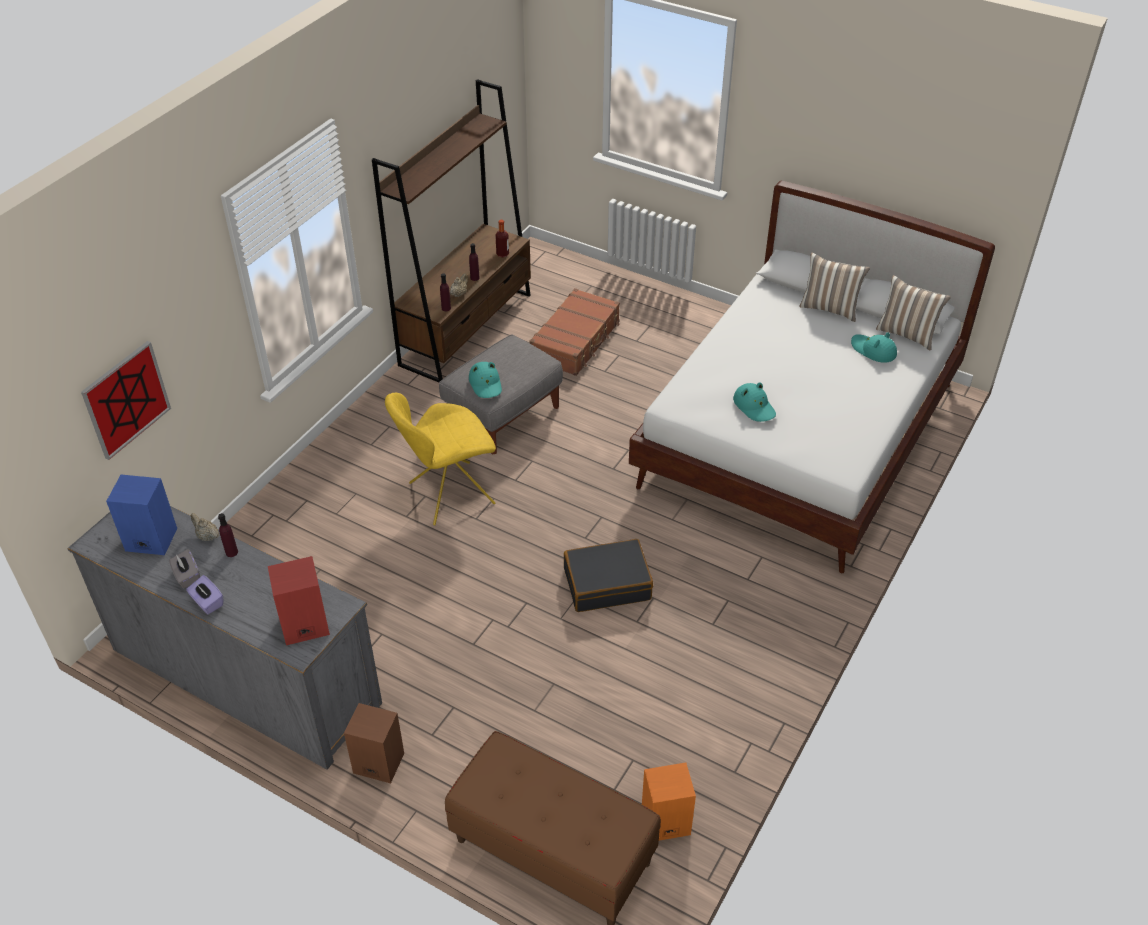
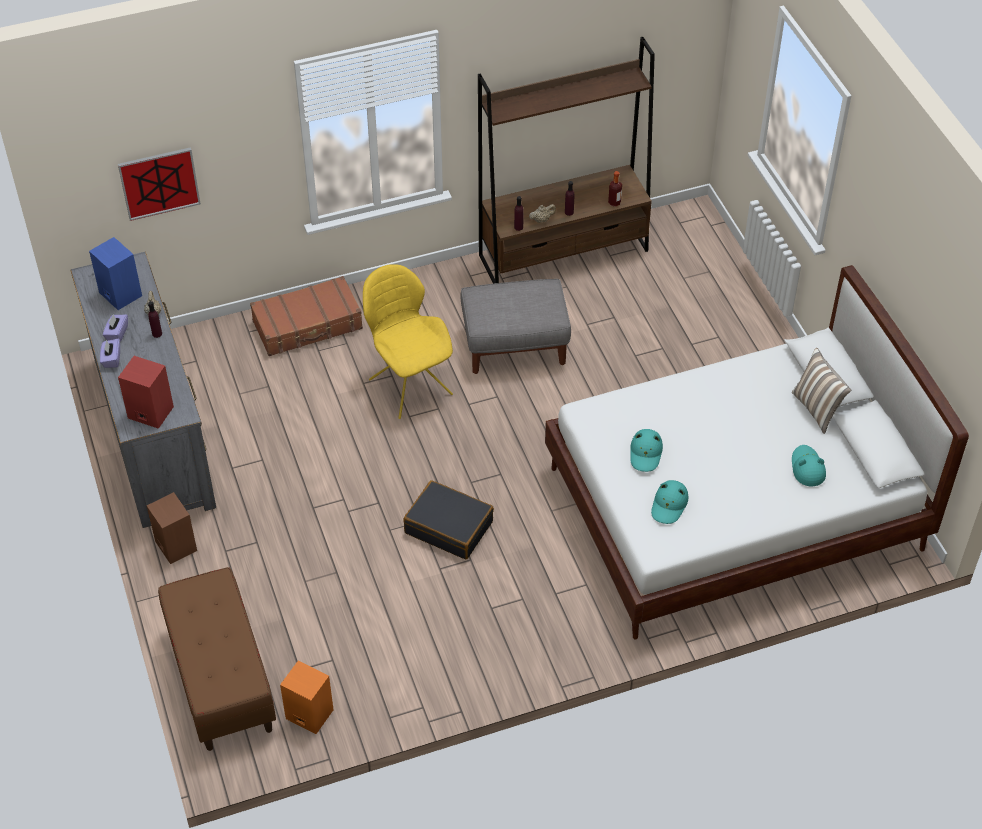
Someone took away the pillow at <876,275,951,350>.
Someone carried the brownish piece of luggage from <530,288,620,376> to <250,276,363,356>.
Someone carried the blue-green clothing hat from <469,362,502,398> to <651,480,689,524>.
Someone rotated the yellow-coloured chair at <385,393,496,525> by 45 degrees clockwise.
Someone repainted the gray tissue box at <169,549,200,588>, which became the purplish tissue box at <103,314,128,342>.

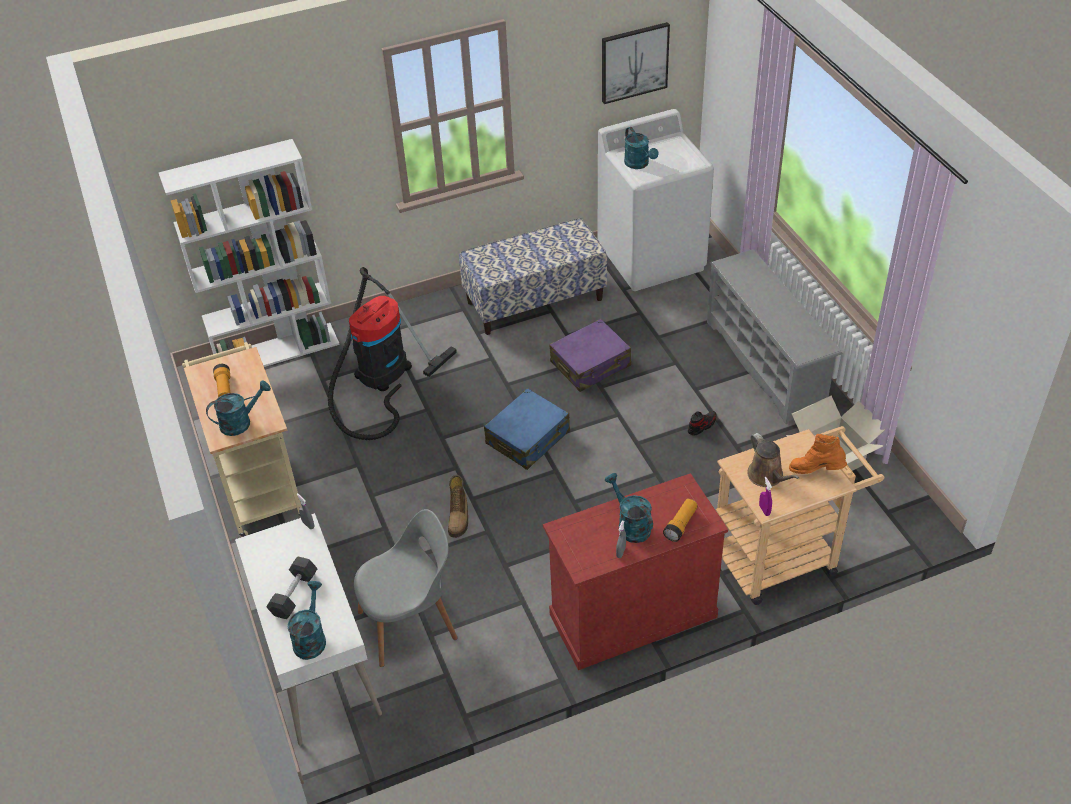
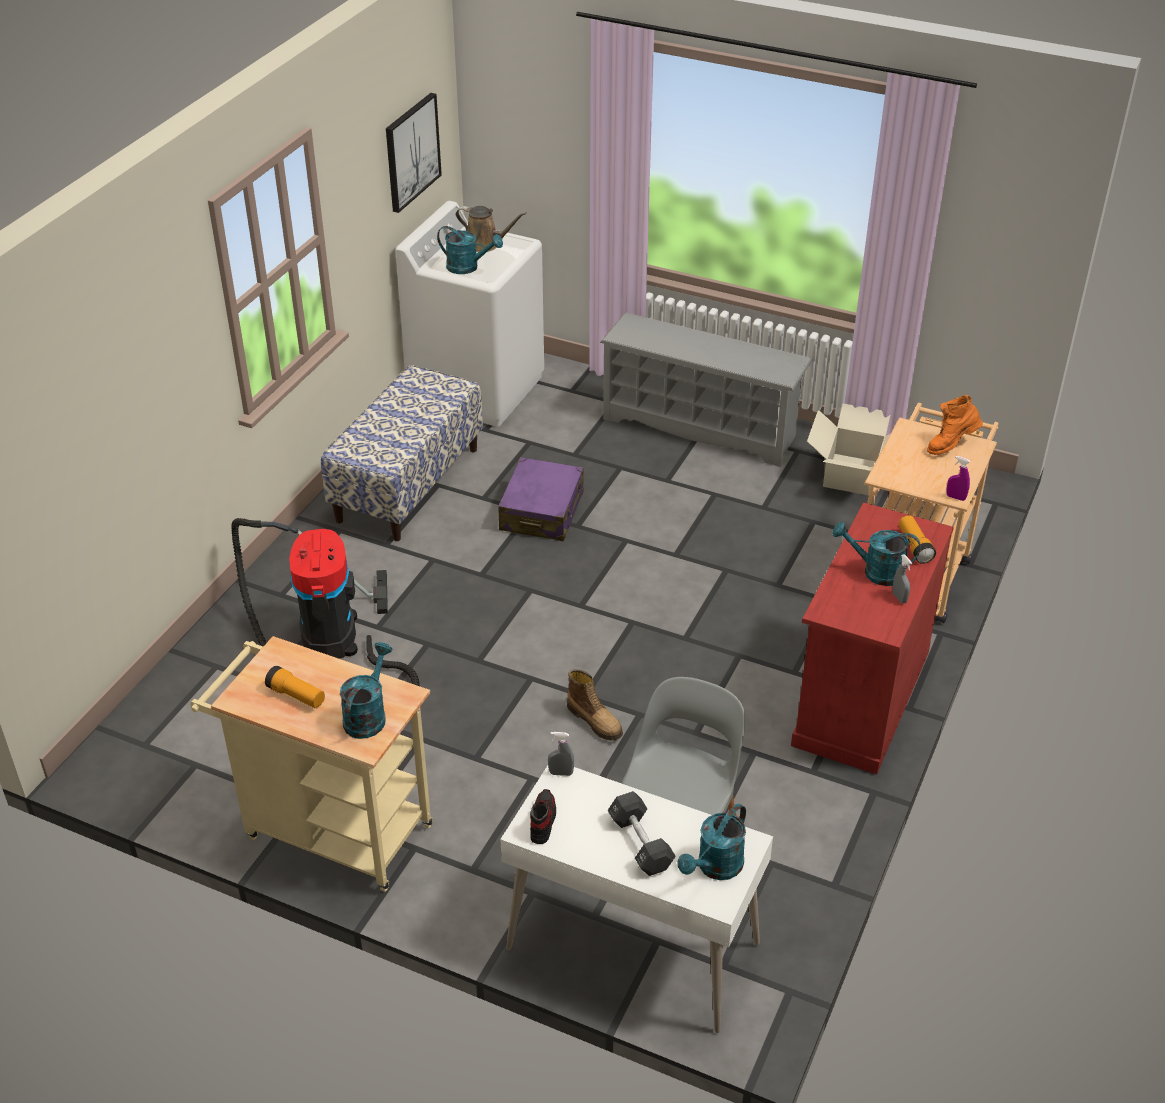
Someone took away the white-coloured bookshelf at <159,139,340,367>.
Someone took away the bluish piece of luggage at <484,388,570,470>.
Someone carried the shoe from <688,411,716,436> to <530,789,556,844>.
Someone carried the brownish watering pot from <748,433,799,487> to <456,206,527,252>.
Someone rotated the blue-green watering pot at <287,581,326,660> by 105 degrees counterclockwise.

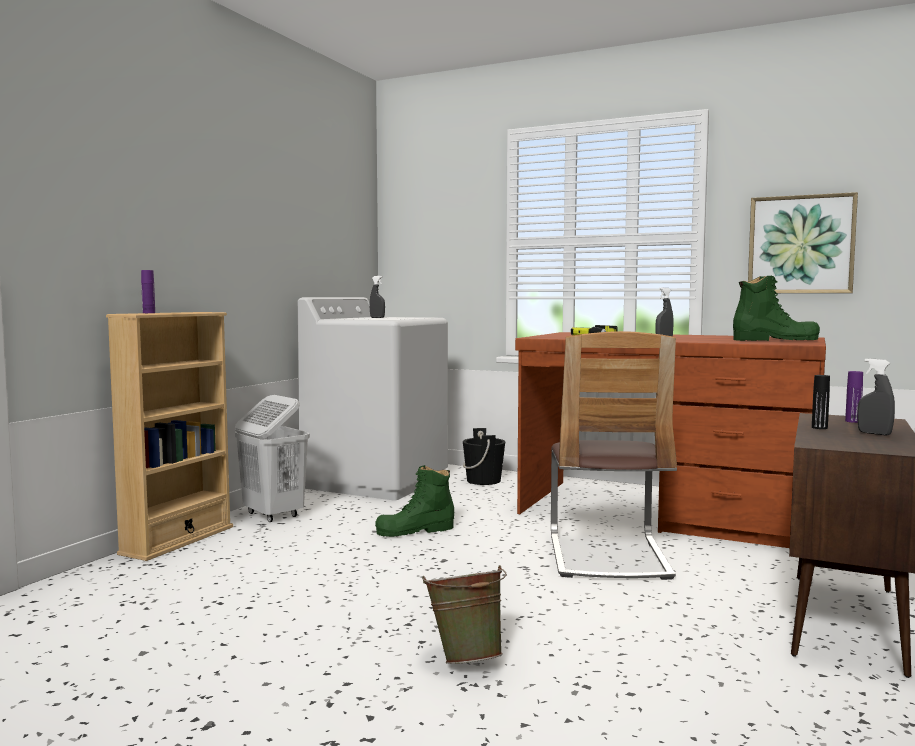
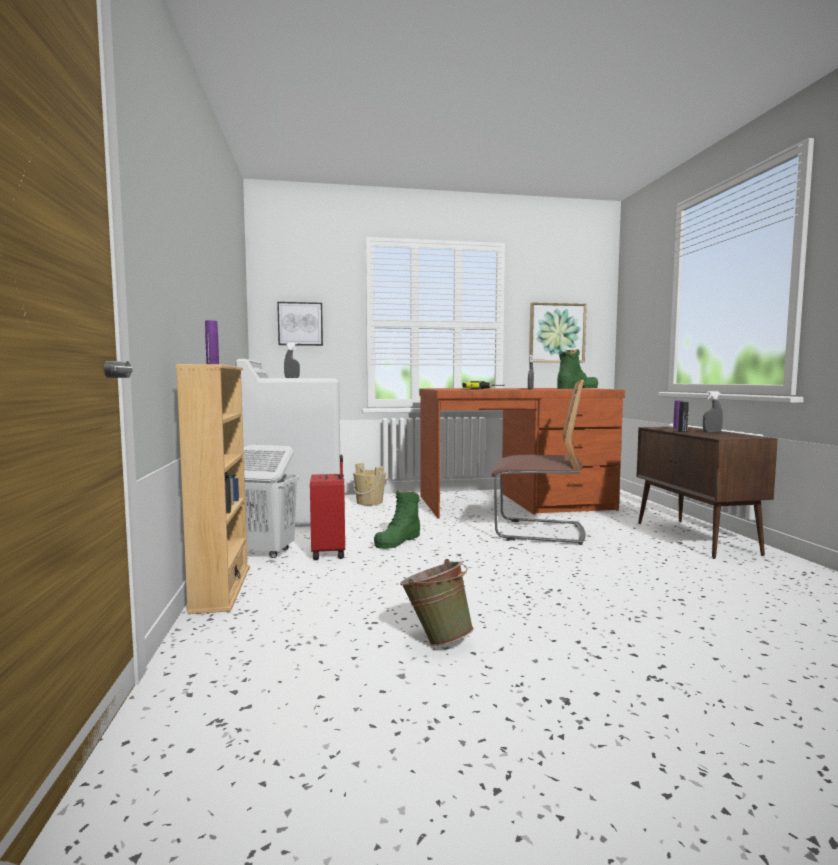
Someone rotated the chair at <551,331,677,580> by 45 degrees counterclockwise.
Someone repainted the blackish bucket at <463,428,505,485>, which became the beige bucket at <353,463,386,506>.
Someone carried the green-coloured bucket from <422,565,507,664> to <400,559,474,646>.
Someone put up the picture at <277,302,323,346>.
Someone put down the red piece of luggage at <310,455,345,560>.

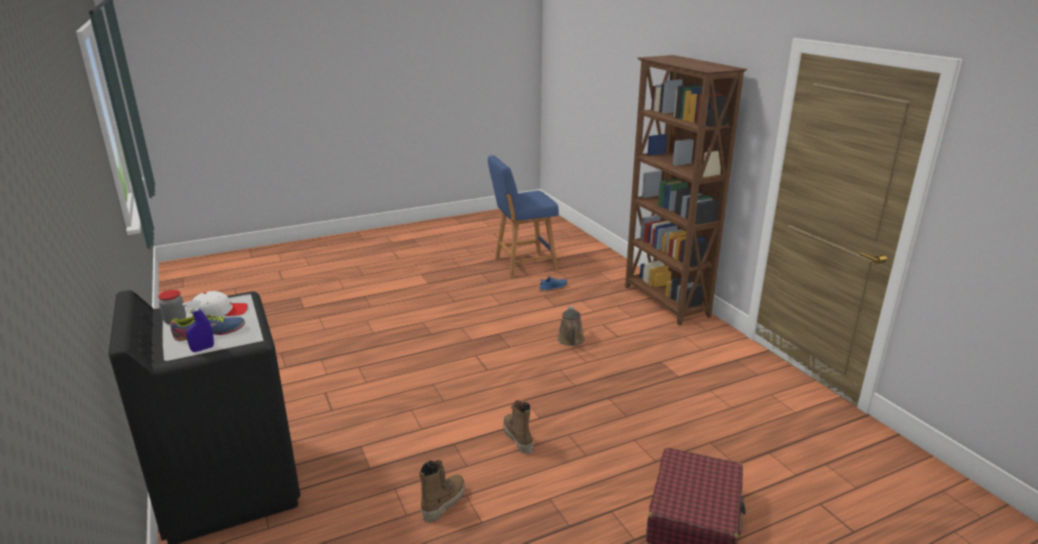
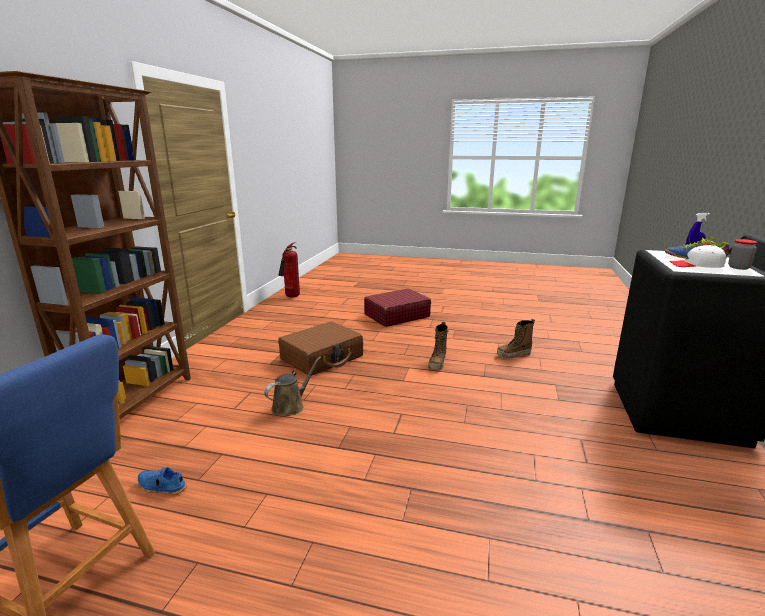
Someone put down the extinguisher at <278,242,300,297>.
Someone put down the brownish piece of luggage at <278,321,363,376>.

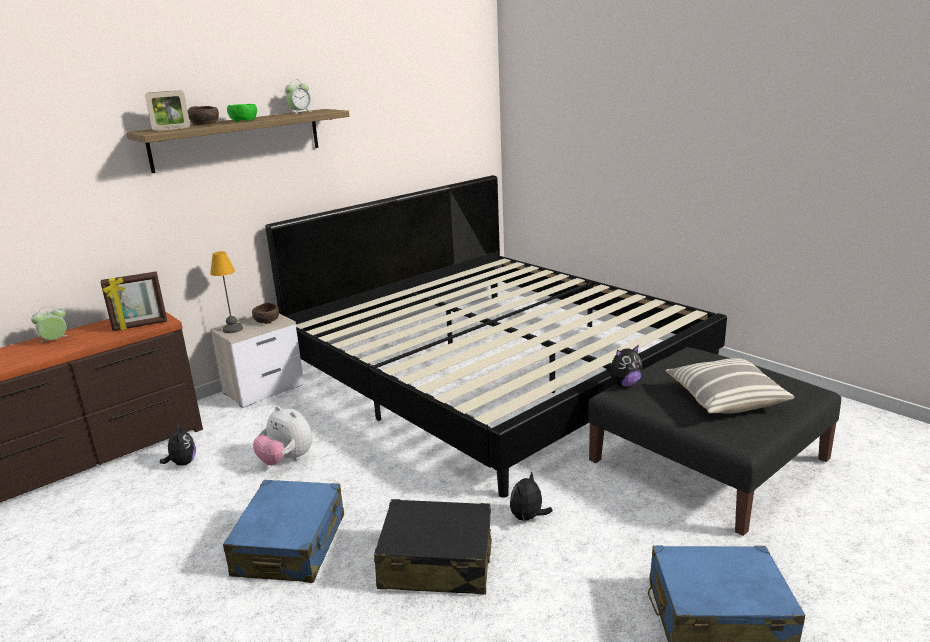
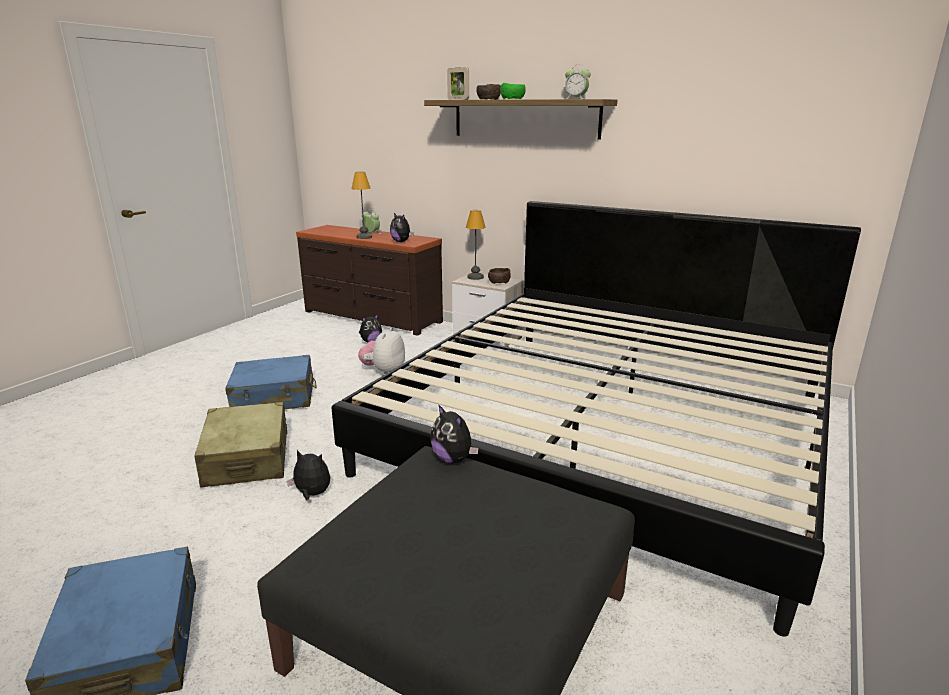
Someone swapped the photo frame at <101,271,167,331> for the cuddly toy at <390,213,413,242>.
Someone took away the pillow at <666,358,794,414>.
Someone repainted the blackish piece of luggage at <374,499,492,595>, which became the beige piece of luggage at <194,402,287,488>.
Someone put down the table lamp at <352,172,372,239>.

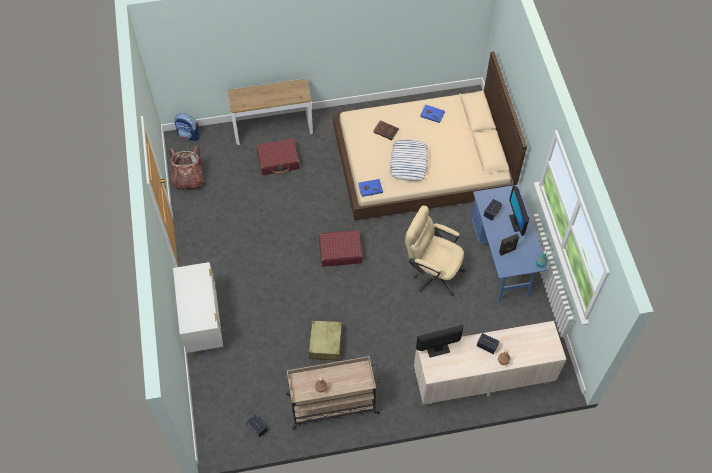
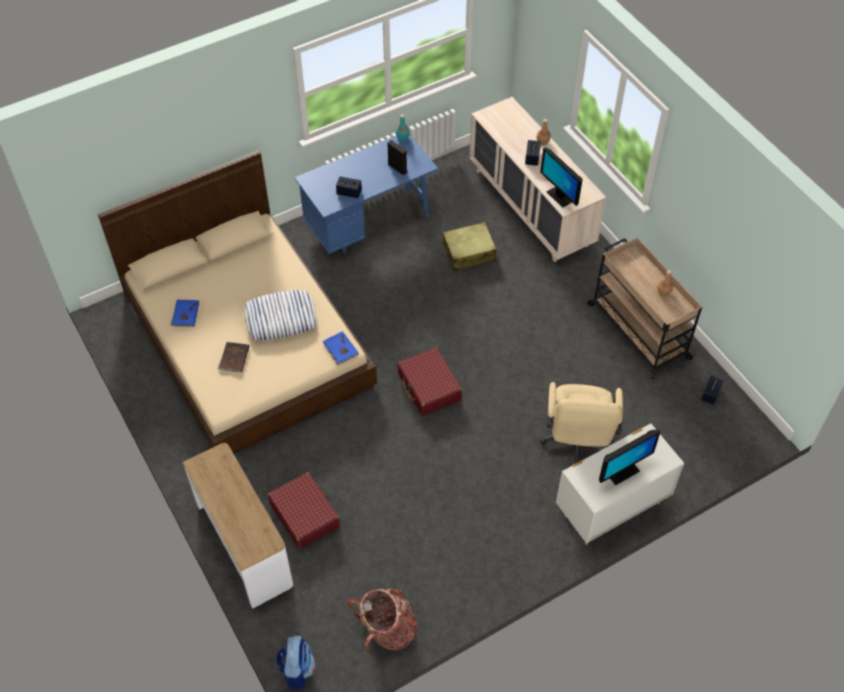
Someone carried the monitor from <509,185,529,236> to <599,429,660,485>.
Someone carried the beige office chair from <405,205,465,296> to <540,382,623,463>.
Someone carried the beige piece of luggage from <309,320,342,361> to <443,222,497,271>.

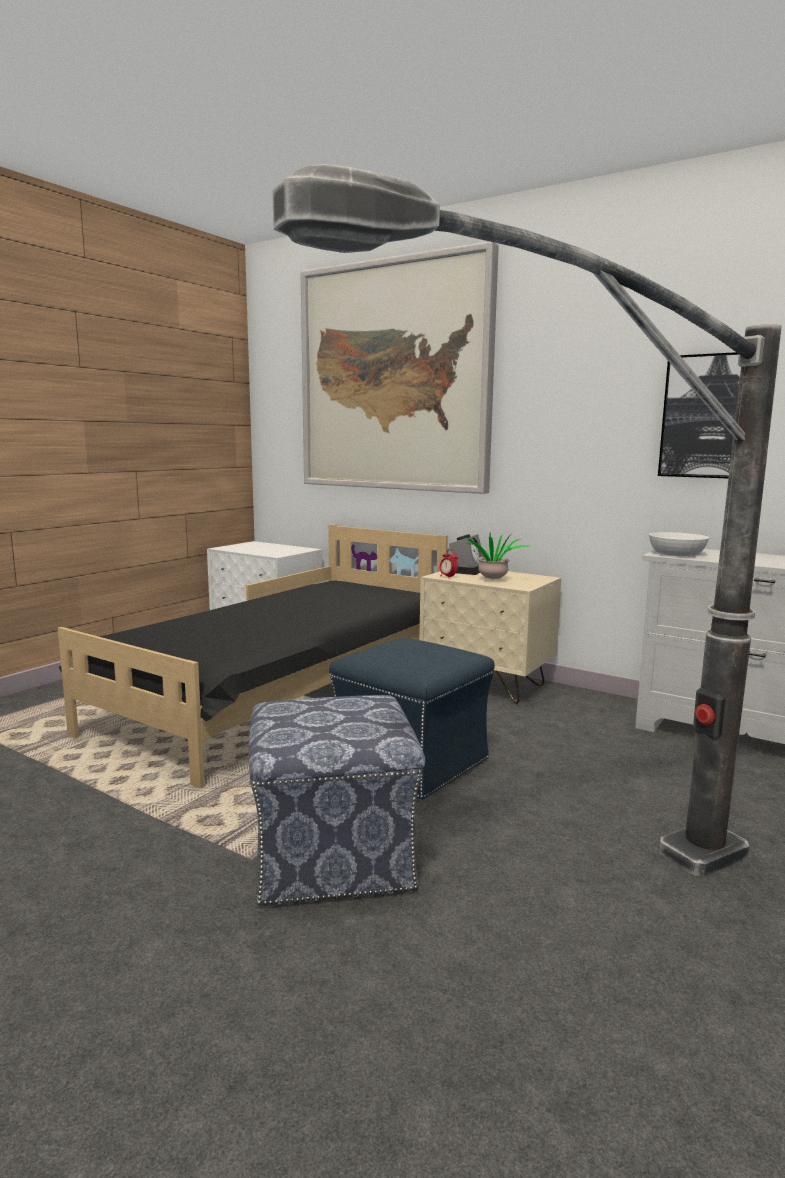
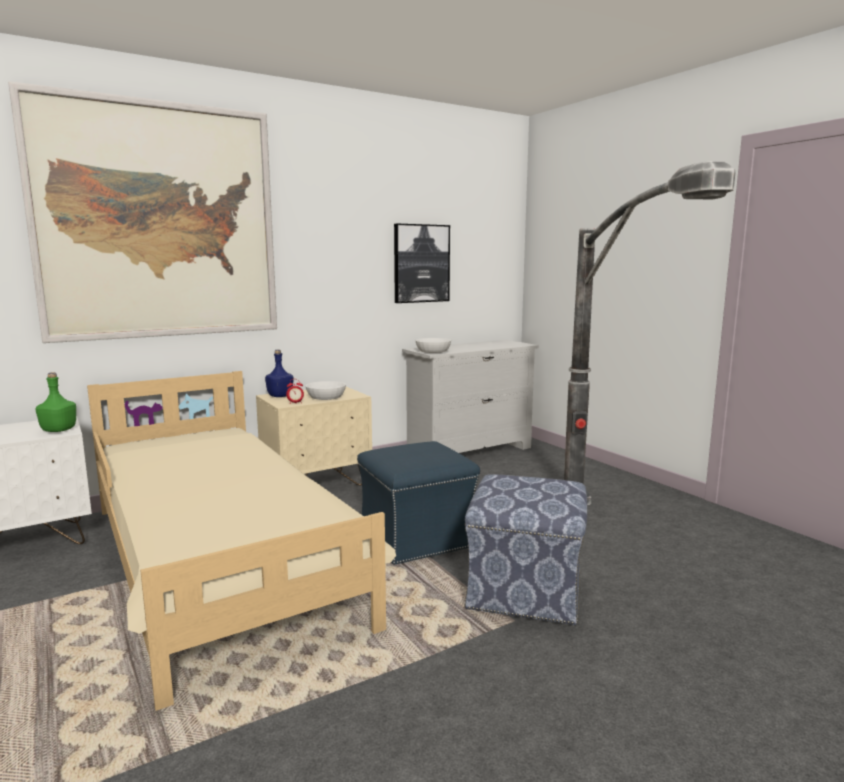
Someone repainted the blackish sleeping bed at <58,524,448,789>, which became the beige sleeping bed at <87,371,396,711>.
Someone swapped the houseplant at <465,533,529,579> for the white-coloured deep dish at <306,381,346,400>.
Someone swapped the bedside clock at <449,534,484,575> for the bluish beverage bottle at <265,350,294,397>.
Someone put down the green-coloured beverage bottle at <35,372,76,432>.

